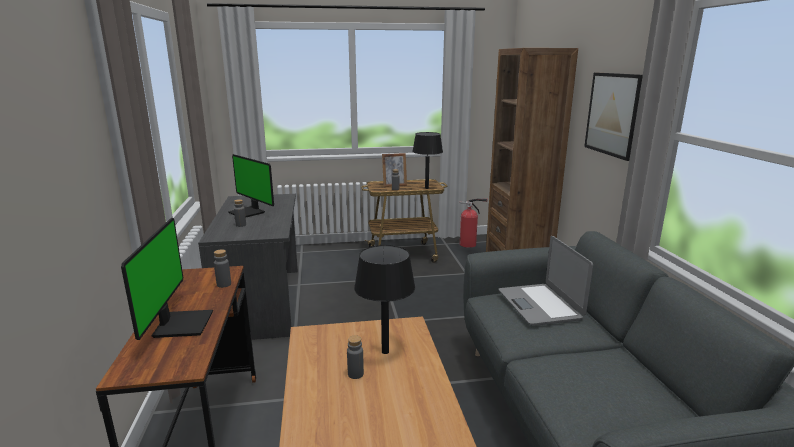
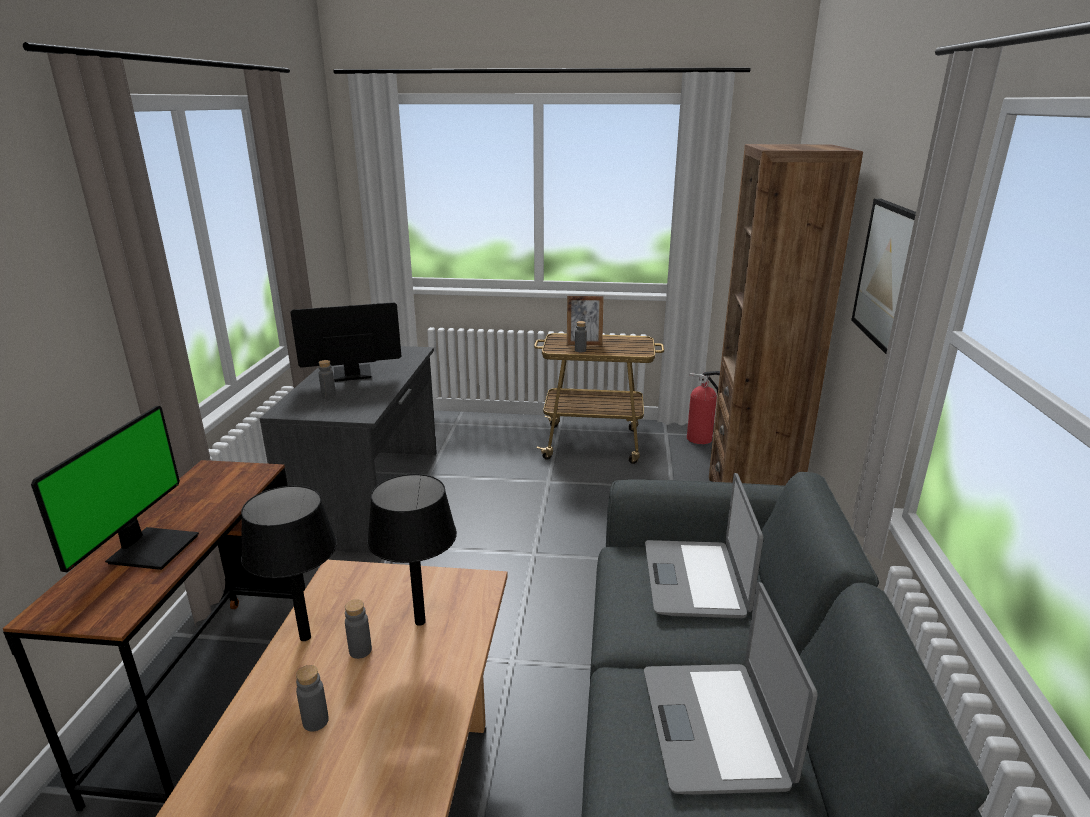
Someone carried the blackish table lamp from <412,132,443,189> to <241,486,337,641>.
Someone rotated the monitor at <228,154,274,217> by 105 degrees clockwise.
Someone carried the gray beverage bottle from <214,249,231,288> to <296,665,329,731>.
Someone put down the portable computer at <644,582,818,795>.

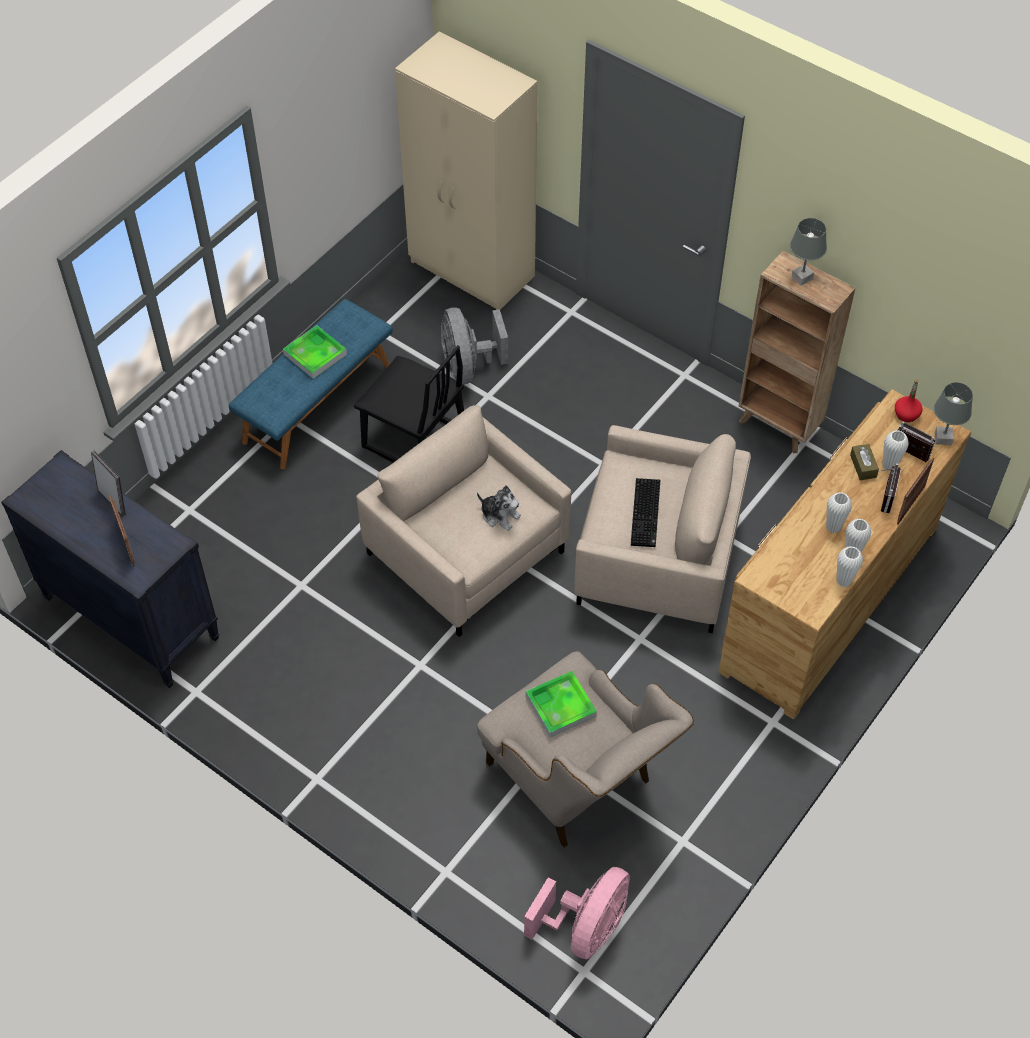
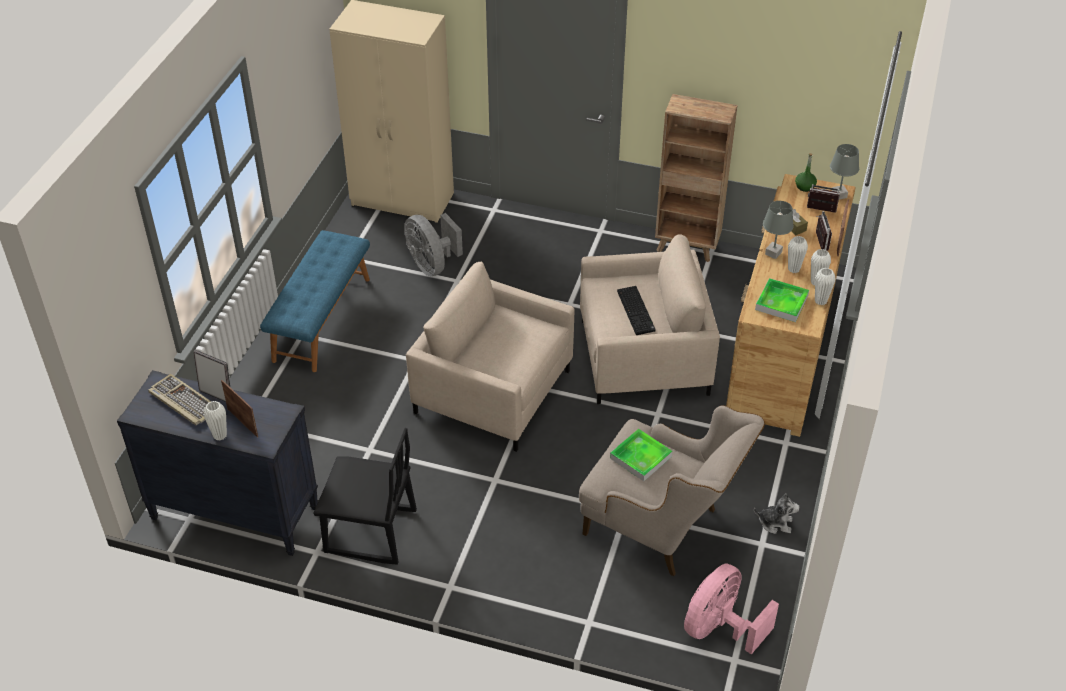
Someone carried the gray table lamp from <790,218,827,286> to <763,201,794,259>.
Someone carried the tray from <283,325,347,379> to <755,278,809,322>.
Someone carried the blackish chair from <354,345,464,463> to <314,428,417,565>.
Someone repainted the red beverage bottle at <895,379,922,422>, which became the green-coloured beverage bottle at <795,153,817,192>.
Someone carried the white-coloured flower vase from <883,430,909,471> to <203,401,227,440>.
Someone carried the cuddly toy from <477,485,521,531> to <754,493,800,534>.
Someone rotated the pinkish cooling fan at <524,867,630,959> by 150 degrees counterclockwise.
Someone put down the PC keyboard at <148,374,211,425>.

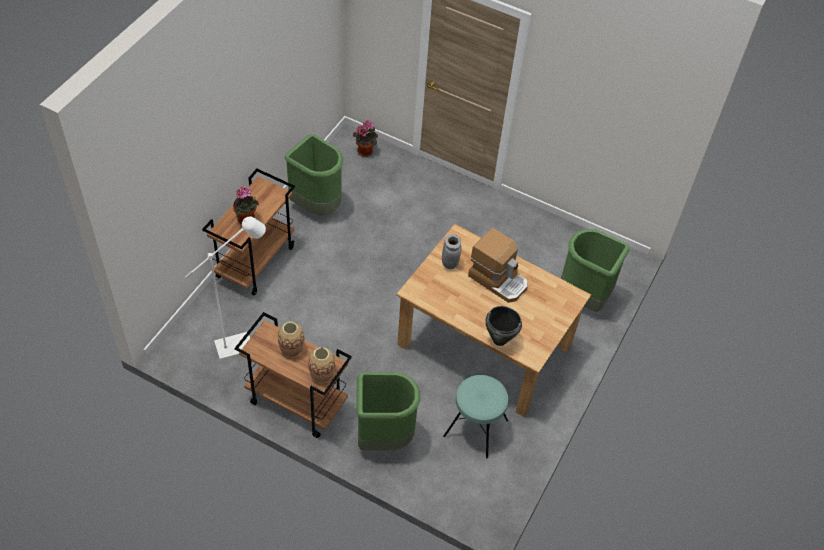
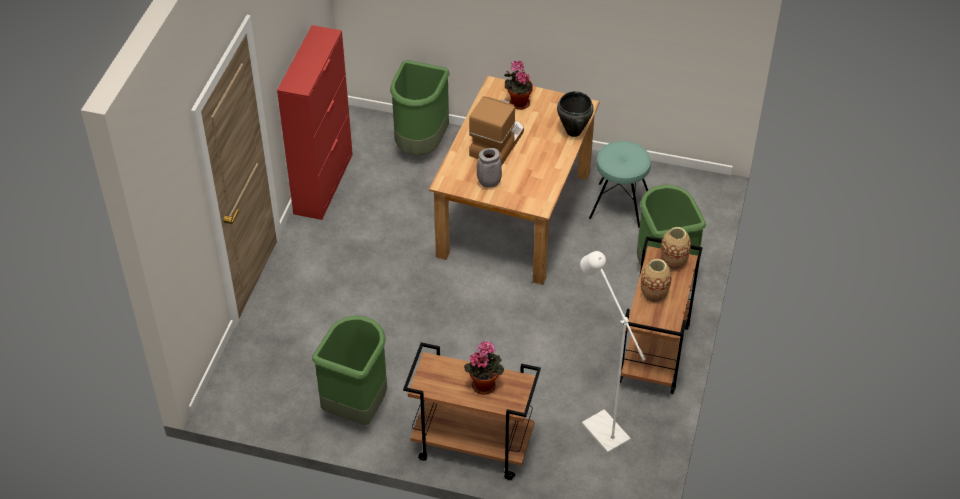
Someone carried the houseplant from <353,120,378,157> to <504,61,533,110>.
Someone put down the red storage cabinet at <277,25,353,220>.

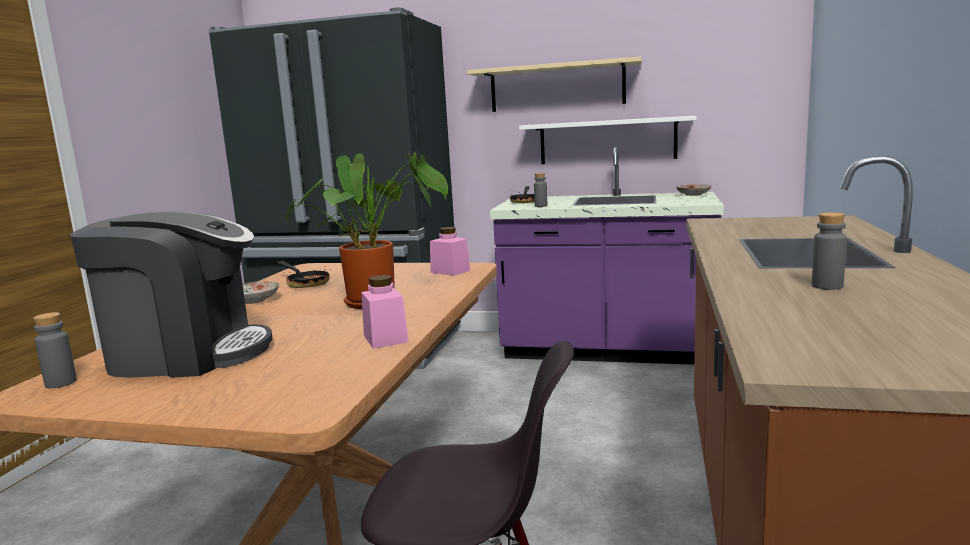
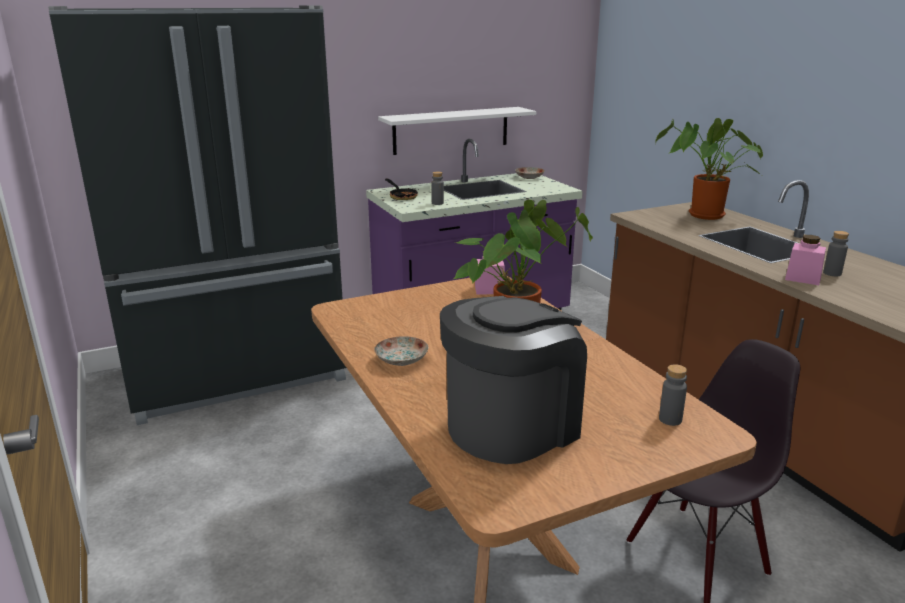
Someone took away the beige wall shelf at <467,57,642,112>.
Someone took away the frying pan at <277,261,331,288>.
Someone carried the pinkish preserve jar from <361,275,409,349> to <785,235,826,285>.
Someone carried the gray beverage bottle from <33,312,77,388> to <659,364,687,426>.
Someone put down the houseplant at <655,118,763,220>.

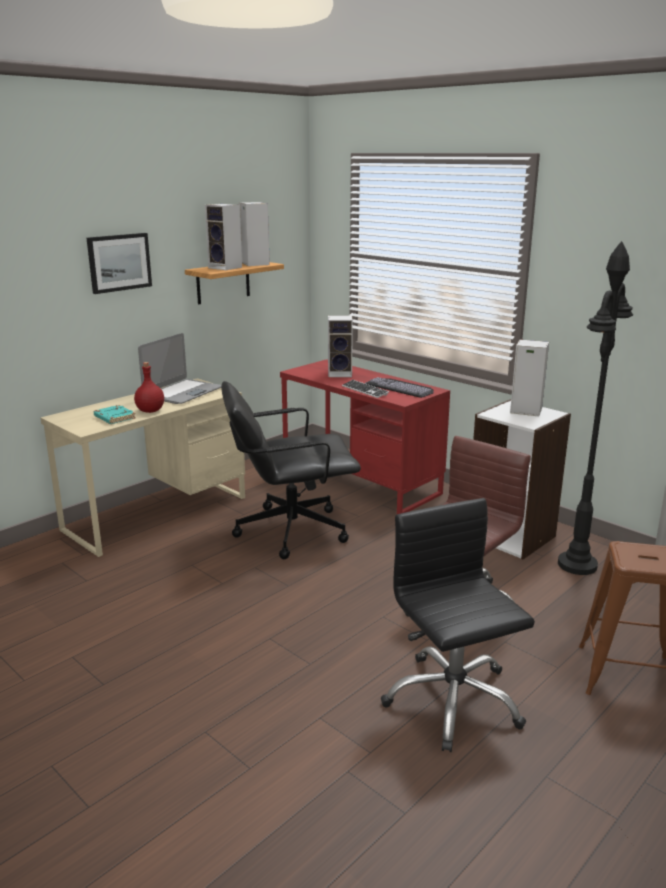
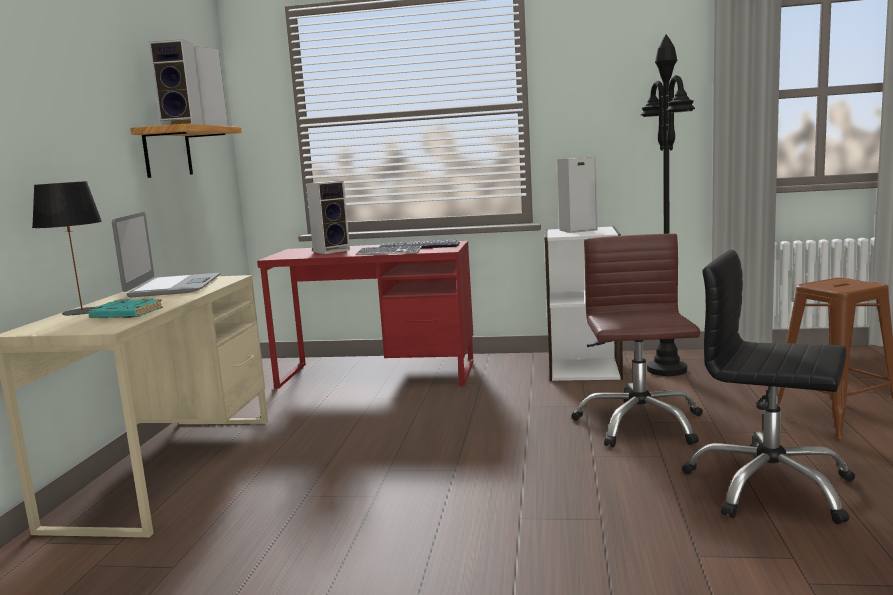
Someone took away the picture at <86,233,152,294>.
Someone took away the red beverage bottle at <134,362,164,413>.
Someone took away the blackish office chair at <221,381,361,559>.
Someone put down the blackish table lamp at <32,181,102,316>.

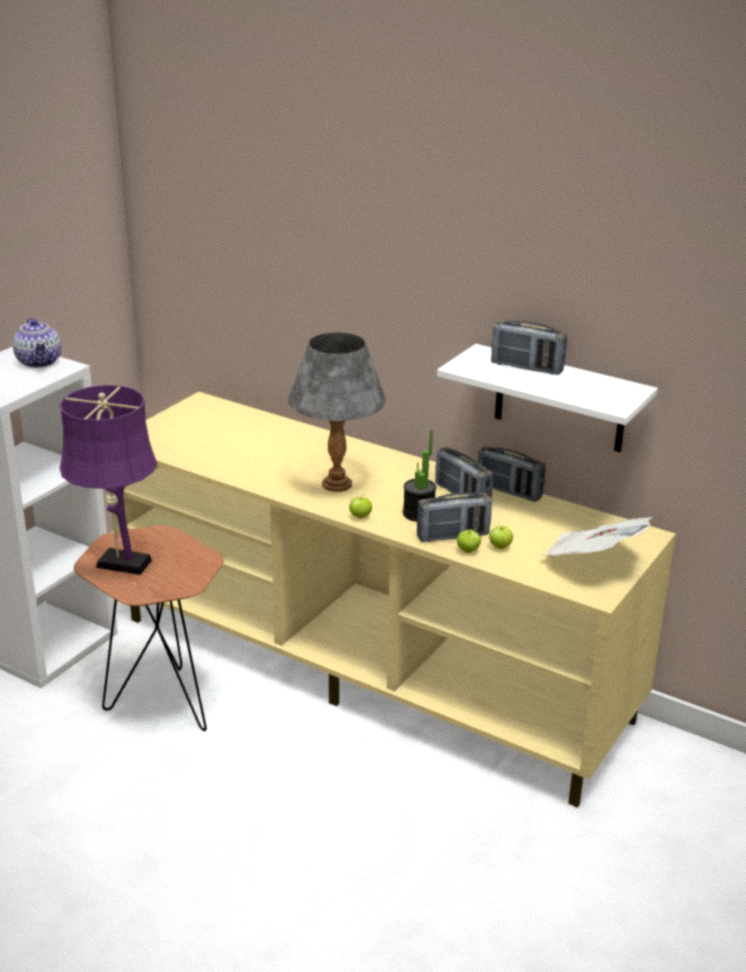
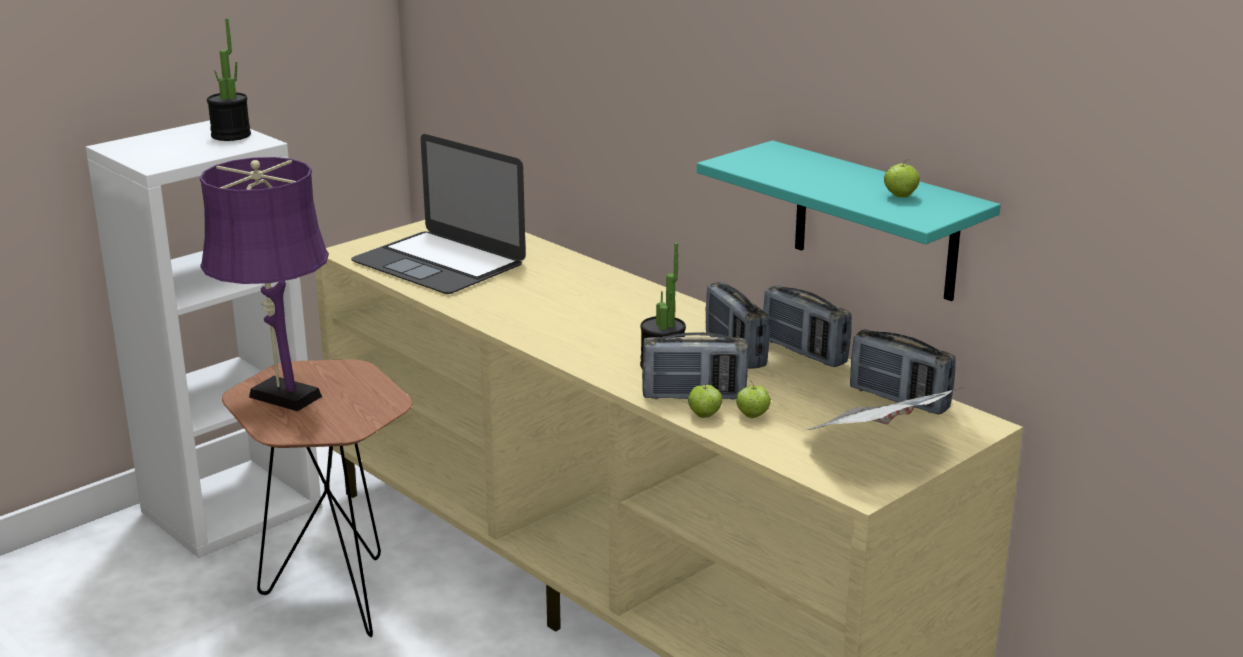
Someone swapped the tea pot at <13,318,61,368> for the houseplant at <207,18,251,141>.
Someone carried the radio set from <491,321,567,375> to <850,329,956,414>.
Someone took away the gray table lamp at <288,332,386,492>.
Someone repainted the white-coloured wall shelf at <437,344,658,452>, which became the blue-green wall shelf at <697,140,1001,301>.
Someone carried the apple from <349,495,372,518> to <884,159,920,197>.
Someone put down the portable computer at <351,134,526,294>.

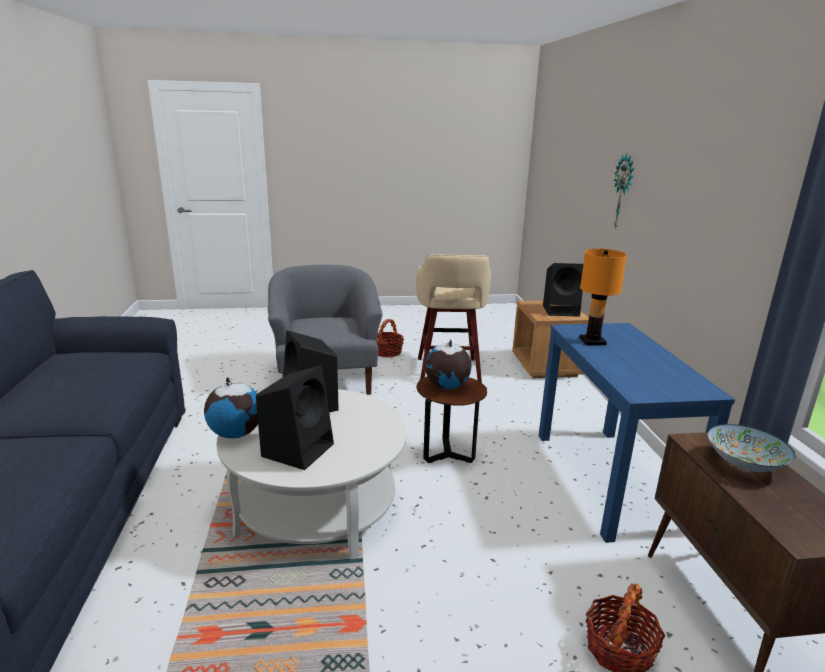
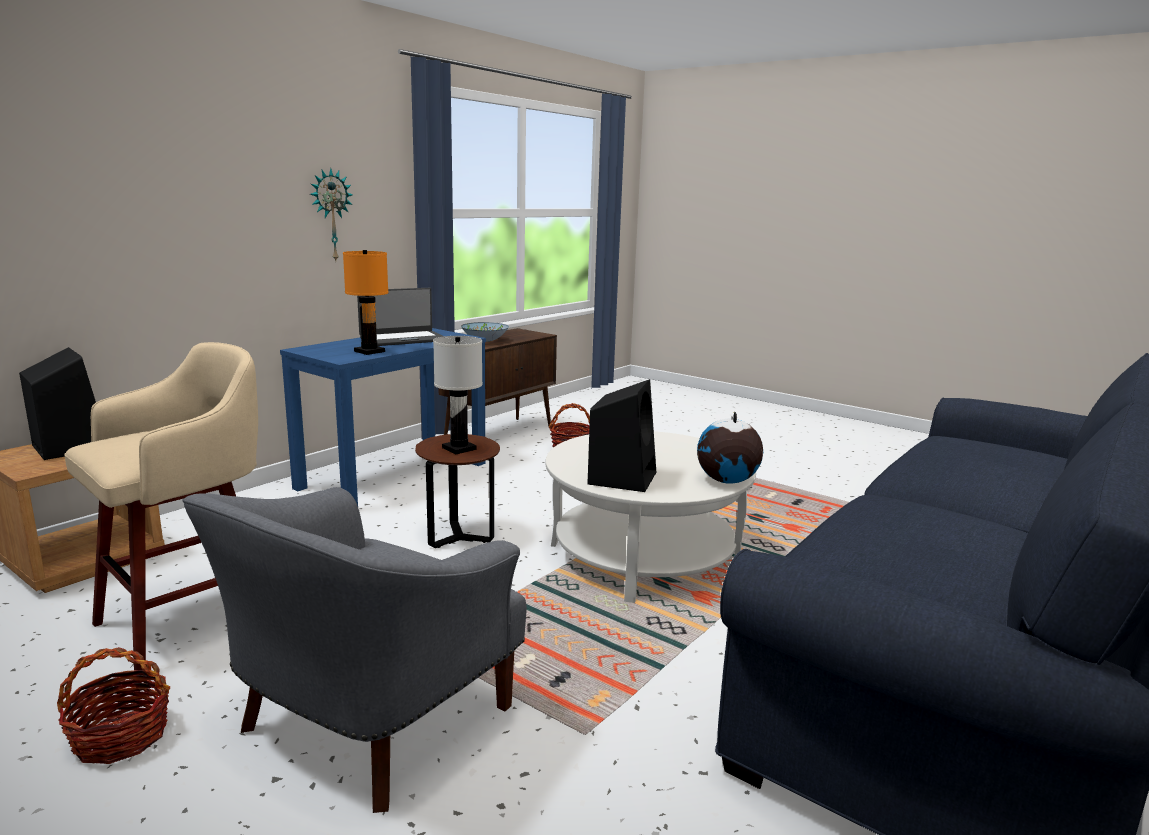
Someone carried the clock on the wall from <614,154,634,229> to <310,168,353,261>.
Someone swapped the world globe at <425,339,472,389> for the white-coloured table lamp at <433,336,483,454>.
Someone took away the blackish loudspeaker at <256,365,334,470>.
Someone put down the portable computer at <357,288,443,346>.

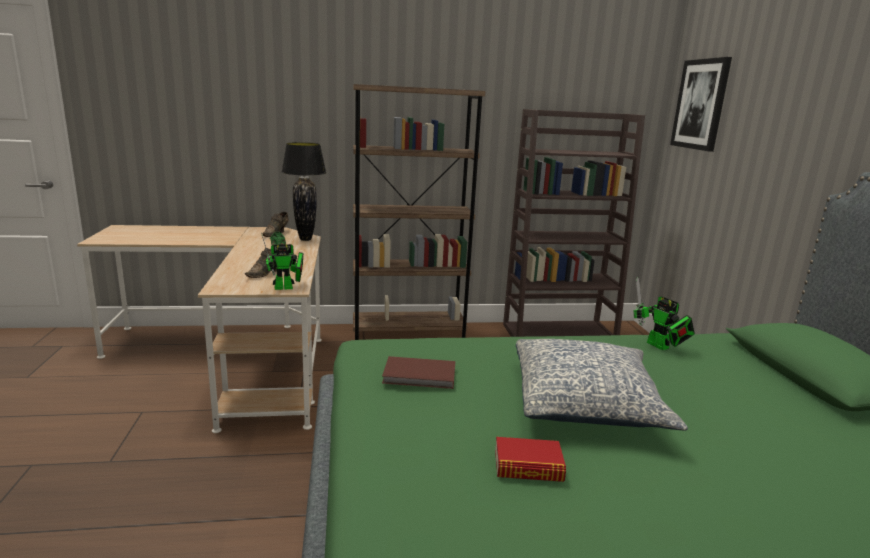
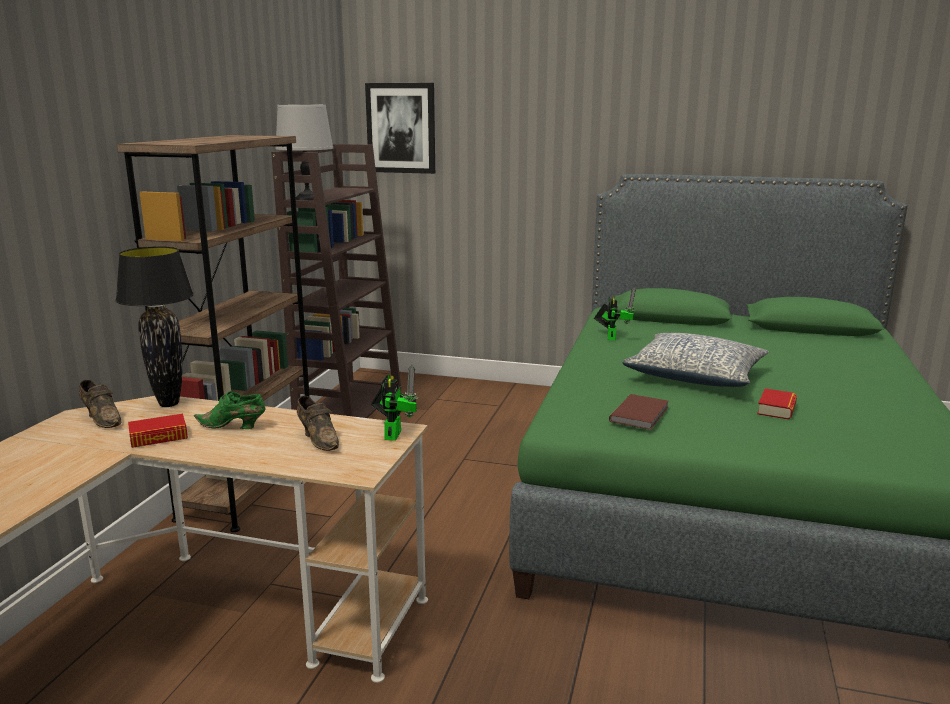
Someone rotated the robot figure at <634,277,695,350> by 75 degrees counterclockwise.
Someone put down the gray table lamp at <275,105,333,201>.
Someone put down the bound book at <128,414,188,448>.

